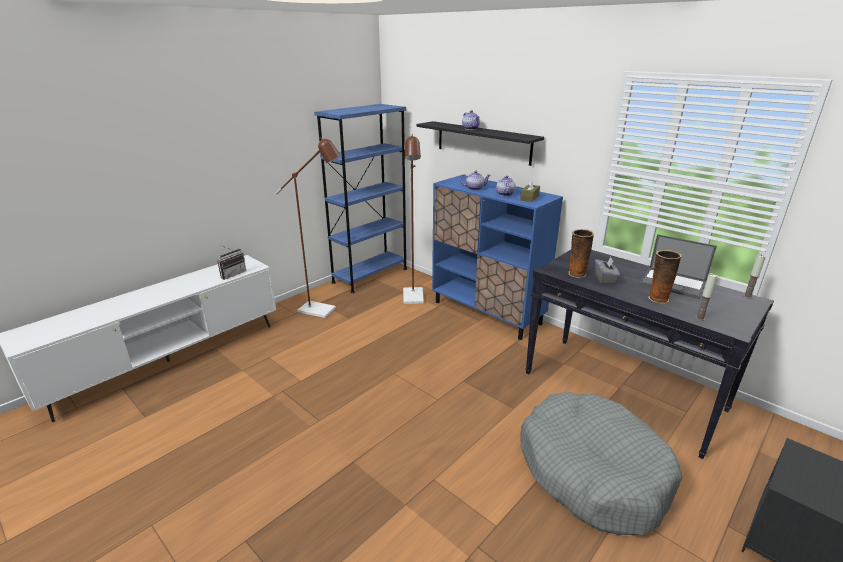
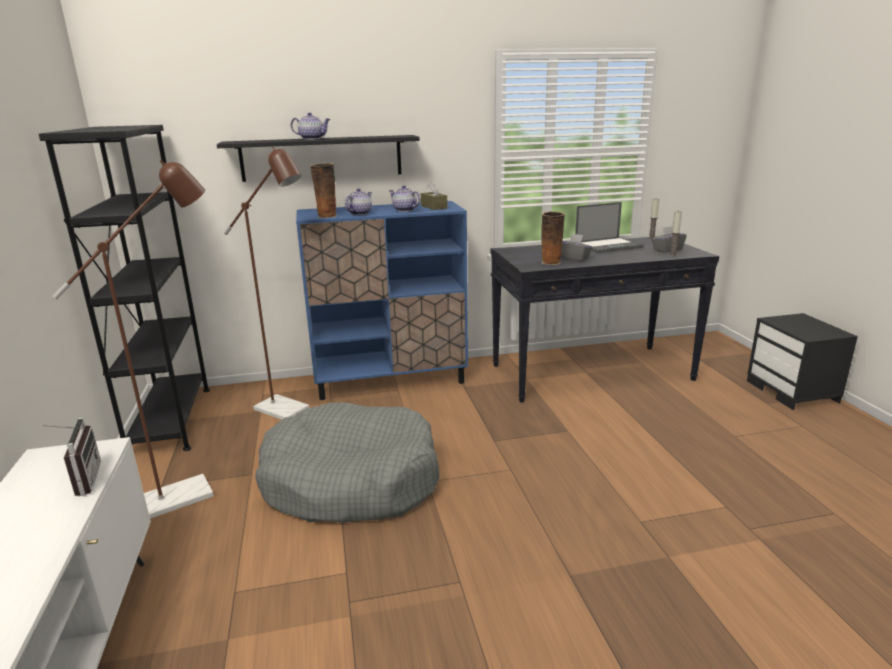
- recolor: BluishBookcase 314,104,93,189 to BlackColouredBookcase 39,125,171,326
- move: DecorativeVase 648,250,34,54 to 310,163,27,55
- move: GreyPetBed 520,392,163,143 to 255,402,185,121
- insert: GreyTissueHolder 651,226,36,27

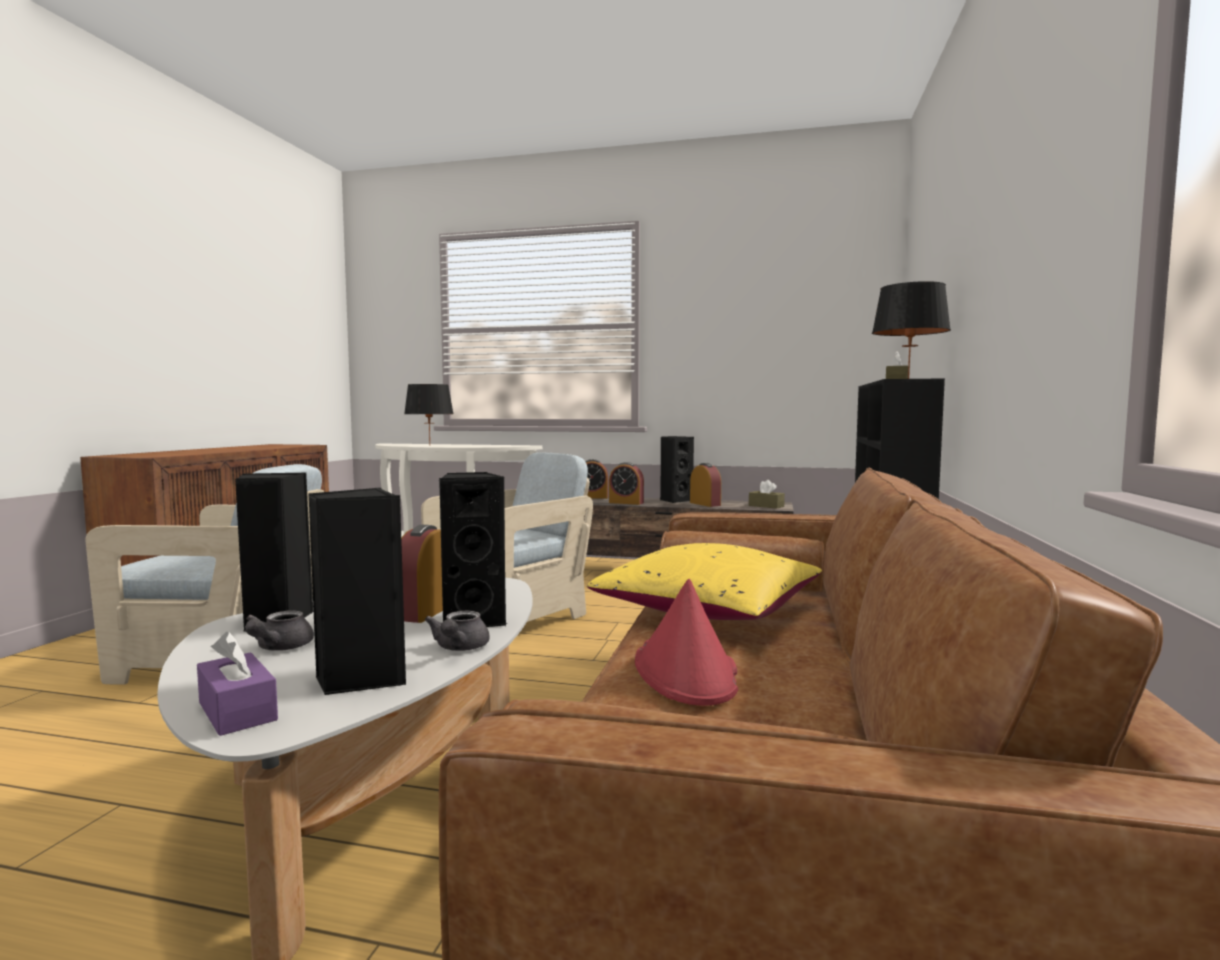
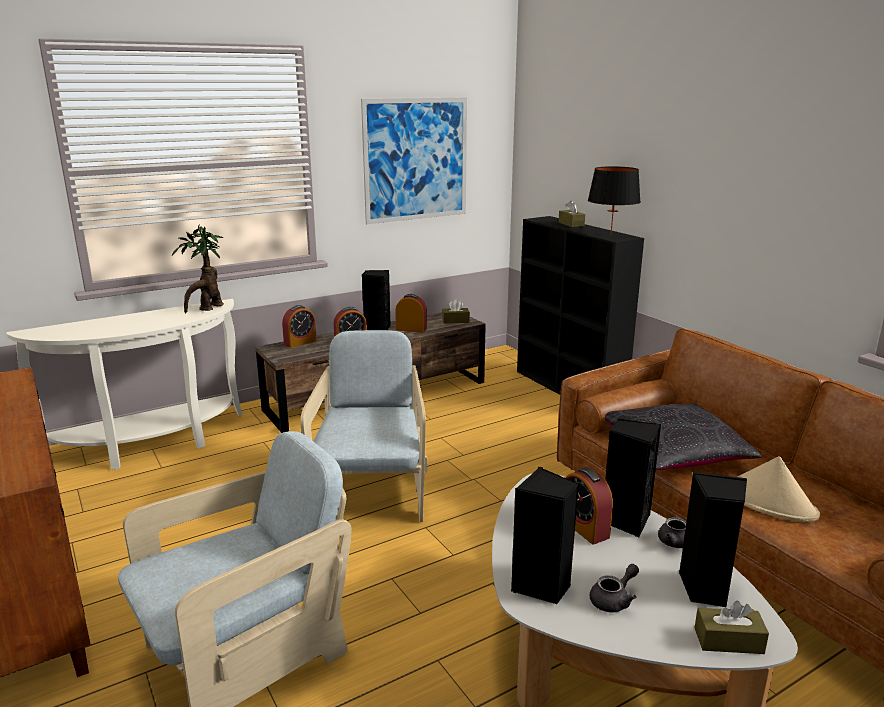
- delete: BlackColouredTabletopLamp 404,384,49,61
- recolor: YellowPillow 587,543,235,77 to BlackColouredPillow 605,403,157,67
- recolor: ReddishClothingHat 635,579,103,127 to BeigeColouredClothingHat 737,456,83,66
- rotate: GreyTeaPot 245,610,69,41 = 590,564,49,49 90 degrees counterclockwise
- recolor: PurplishTissueHolder 197,632,81,104 to BrownColouredTissueHolder 695,601,74,53
- insert: Picture 361,97,106,127
- insert: Houseplant 172,225,52,88

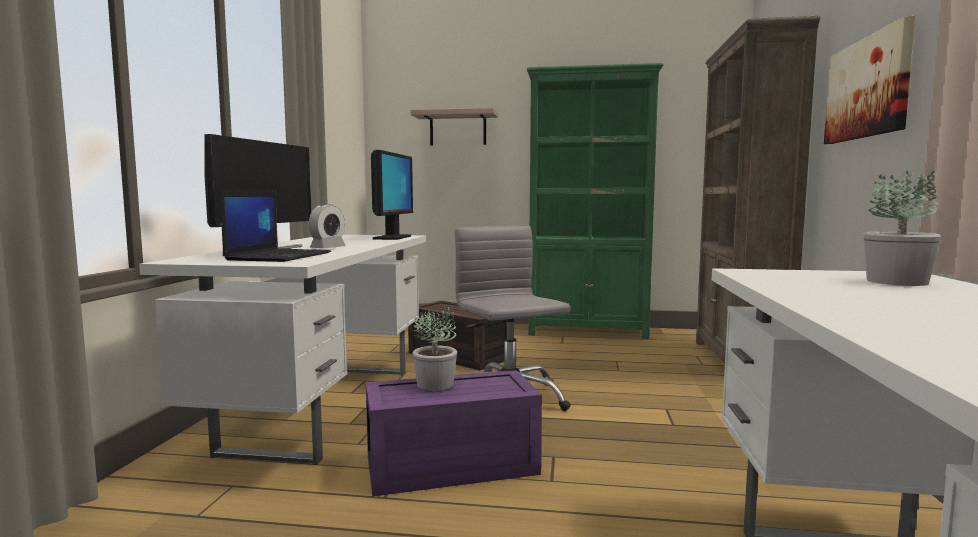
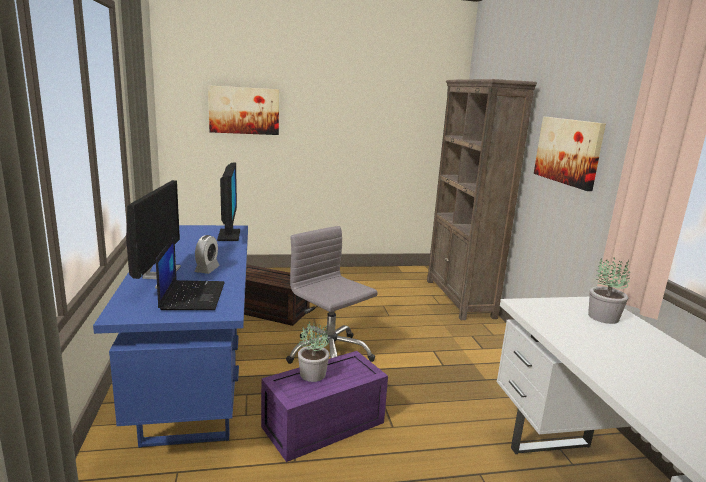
- delete: GreenishBookcase 527,63,137,276
- replace: WallShelf 411,108,87,37 to Picture 208,85,71,50
- recolor: WhitishDeskUnit 139,235,287,230 to BluishDeskUnit 93,225,155,223

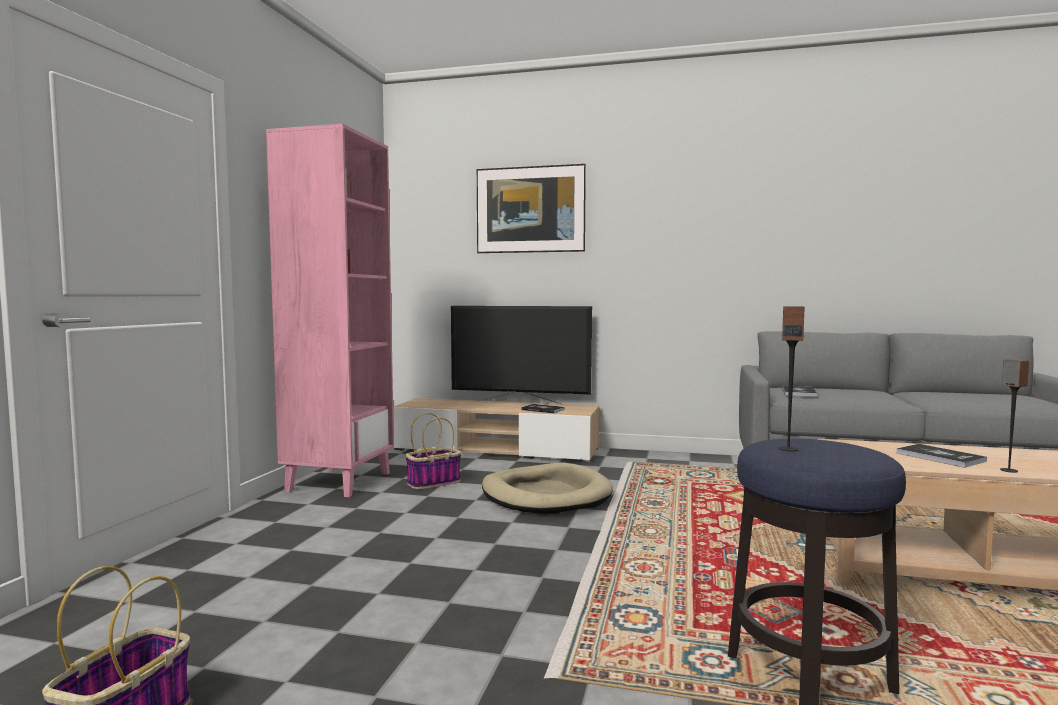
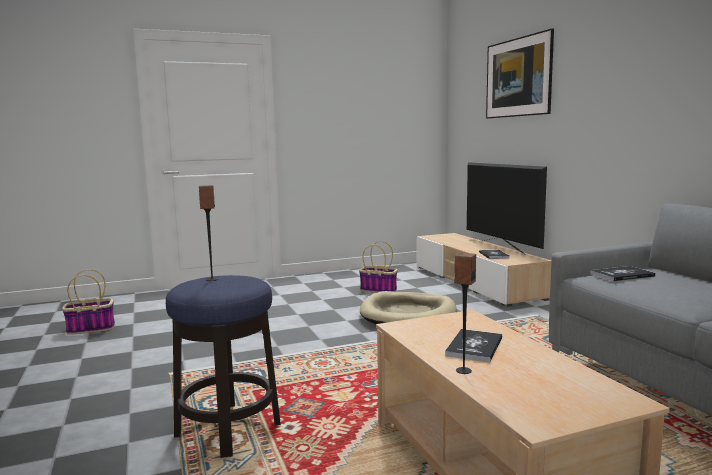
- delete: PinkBookcase 266,124,128,373

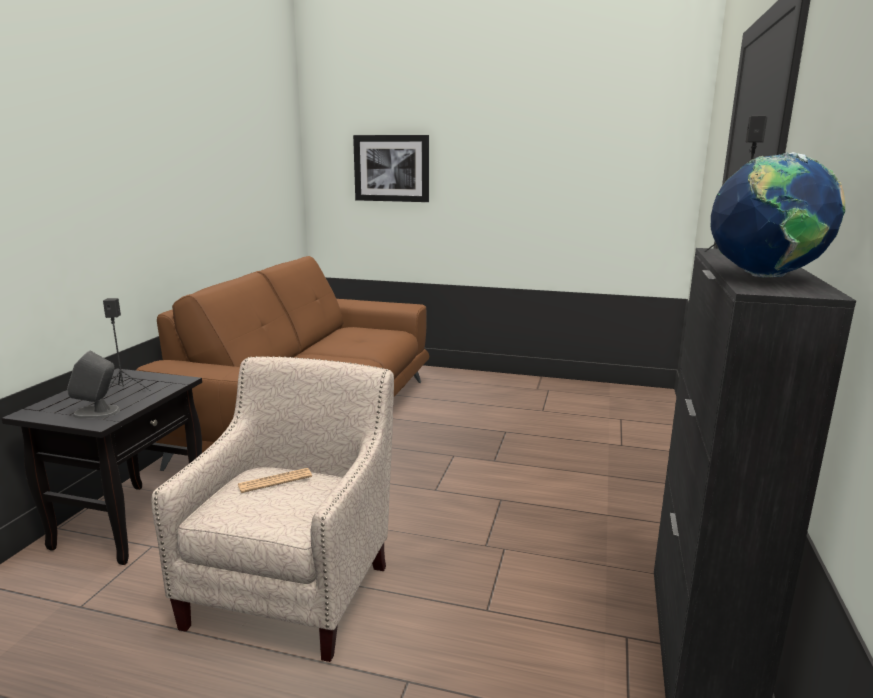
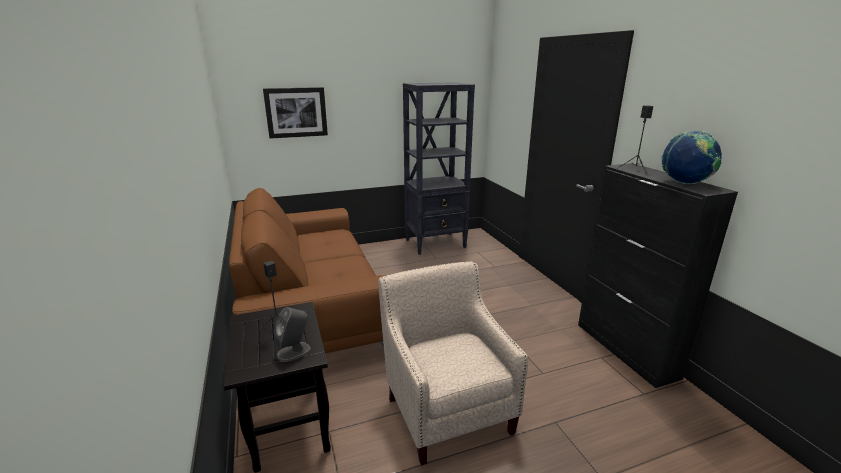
- delete: PrintedPaper 238,468,74,25
- insert: BlackColouredBookcase 403,82,72,173

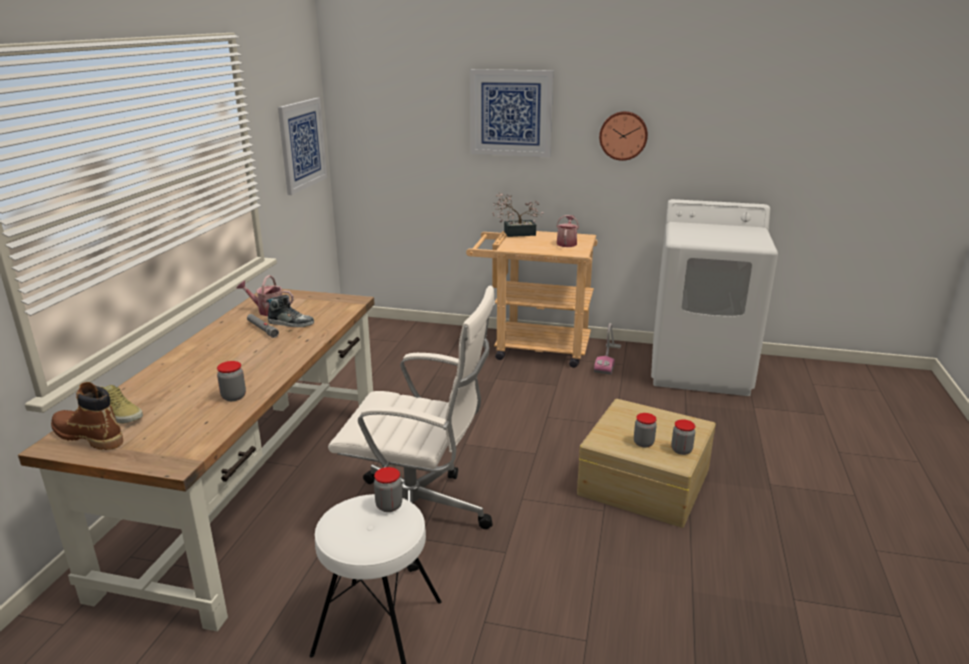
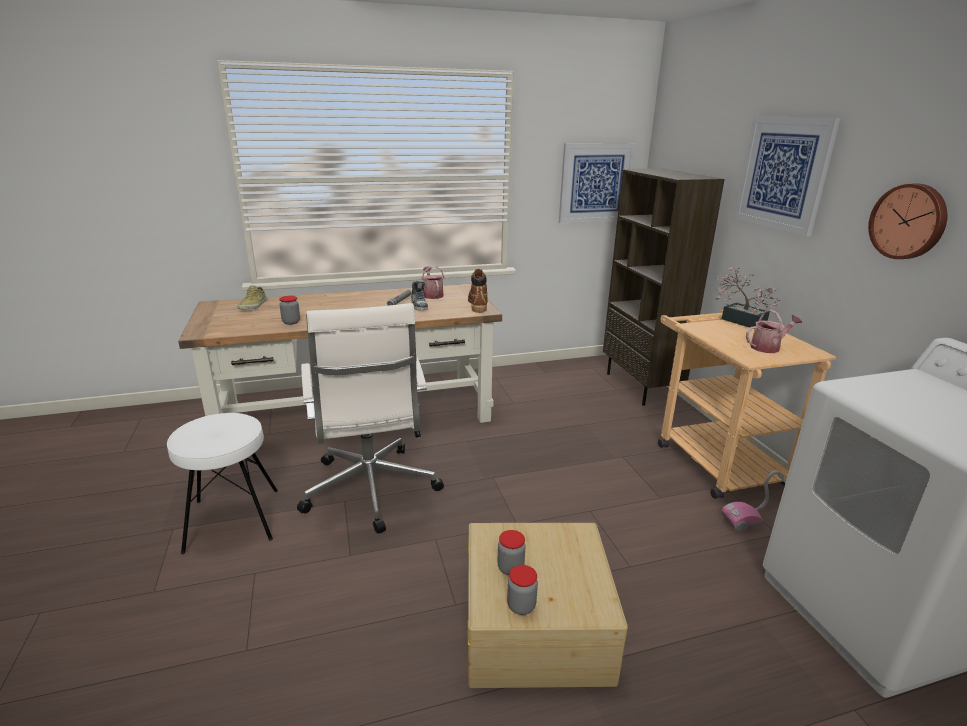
- move: BrownColouredHighTopBoot 51,382,72,68 to 468,269,20,44
- delete: PreserveJar 374,467,28,45
- insert: BrownColouredBookcase 603,168,122,238

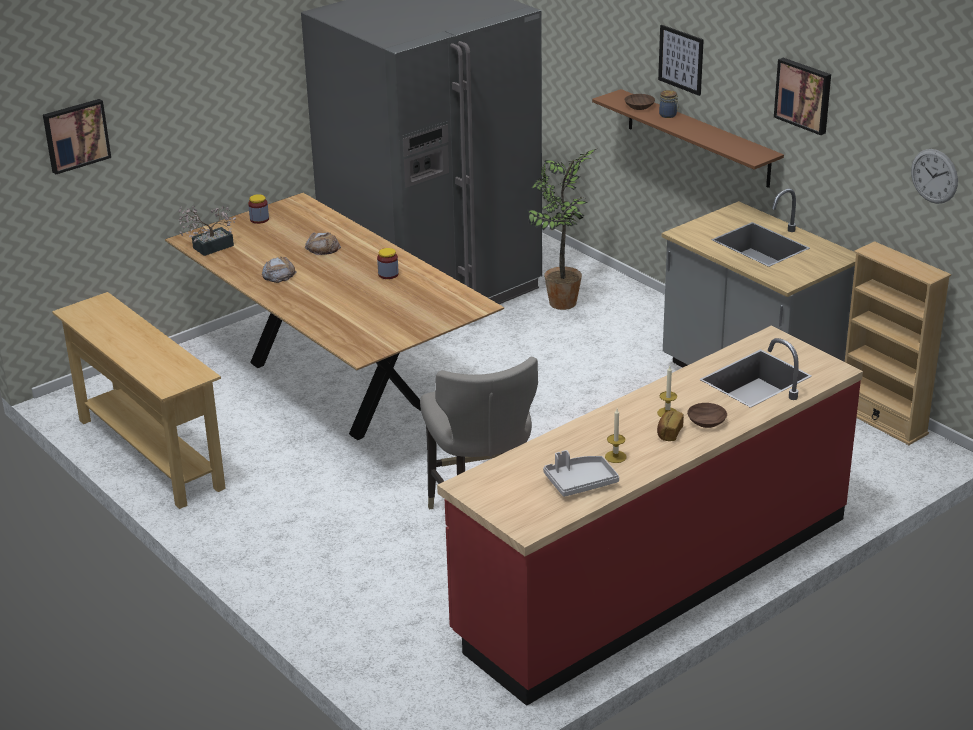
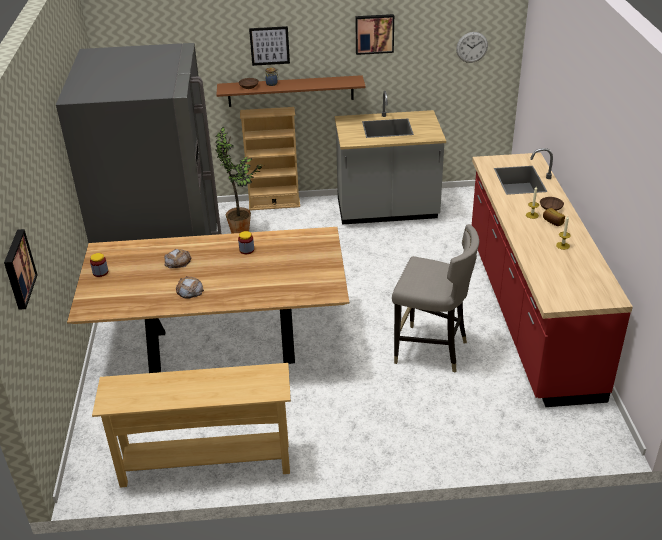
- delete: Houseplant 178,206,58,50
- move: BeigeColouredBookcase 845,241,106,204 to 240,107,60,103
- delete: GreyCarryingTray 543,450,76,47

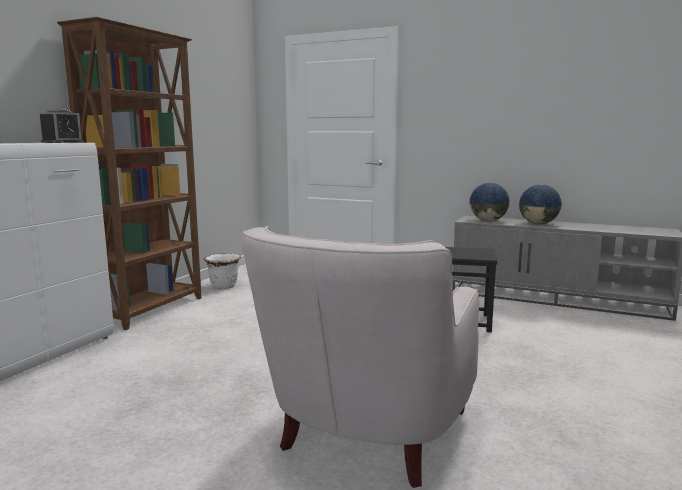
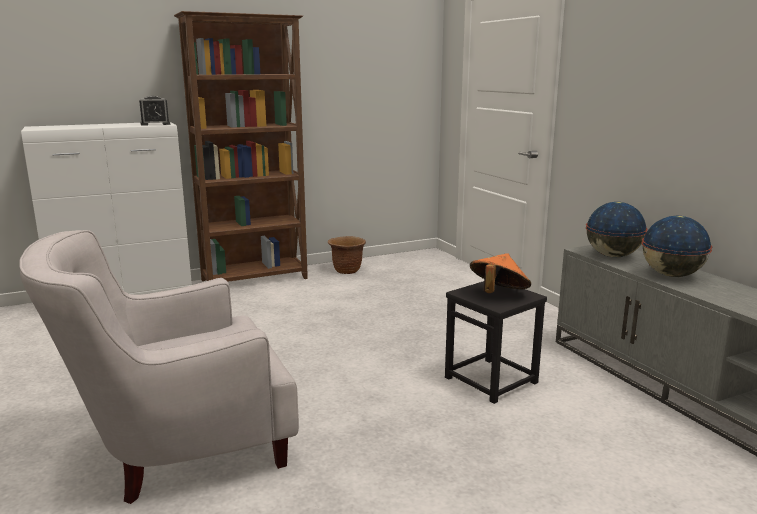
- recolor: WhitishPlantPot 203,253,38,36 to BrownColouredPlantPot 328,236,38,38
- insert: OrangeColouredClothingHat 470,253,61,40

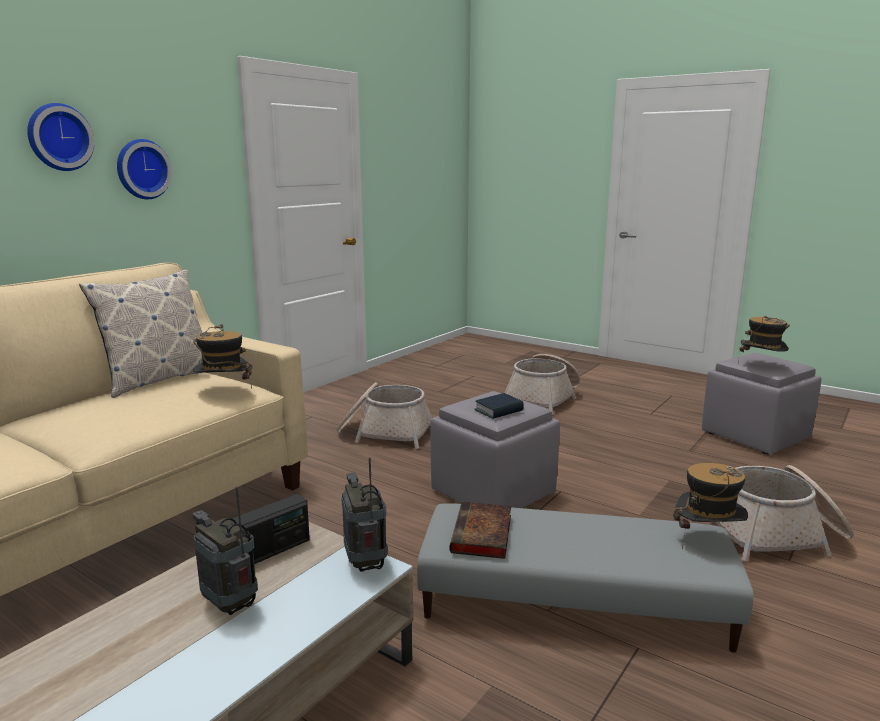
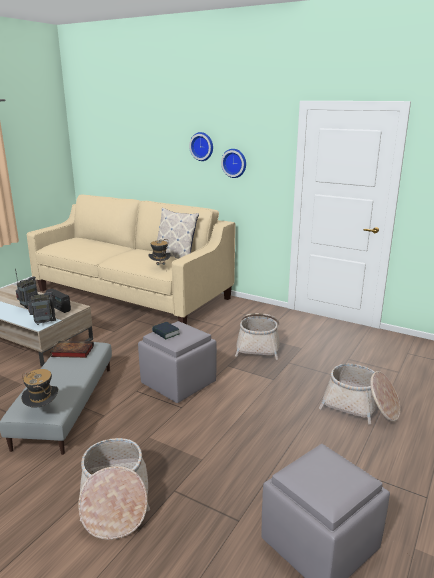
- delete: ClothingHat 738,316,52,47

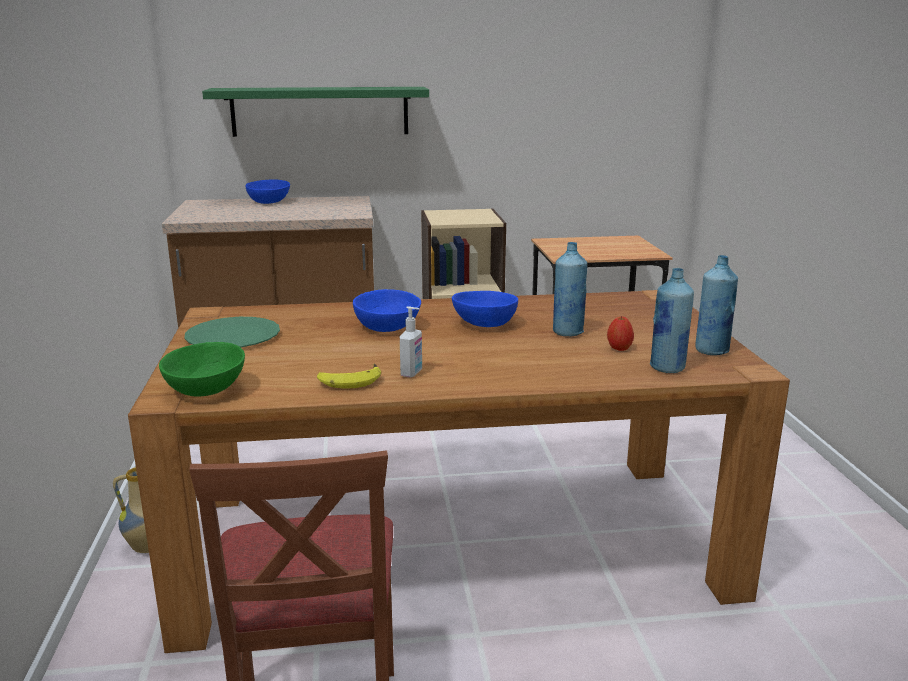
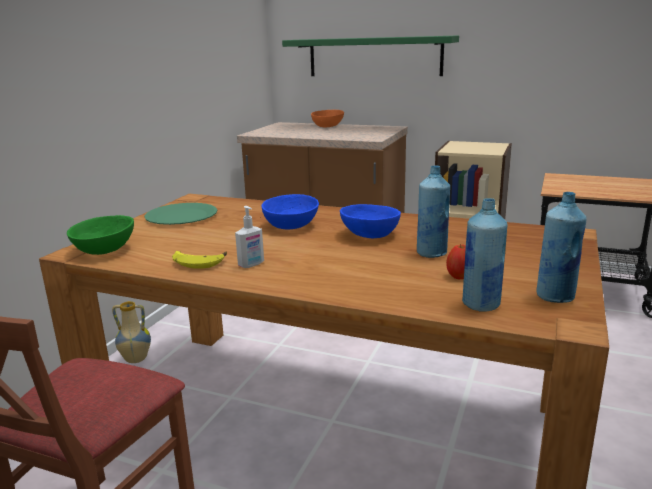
- recolor: BluishDeepDish 246,179,44,25 to OrangeColouredDeepDish 311,110,33,17

